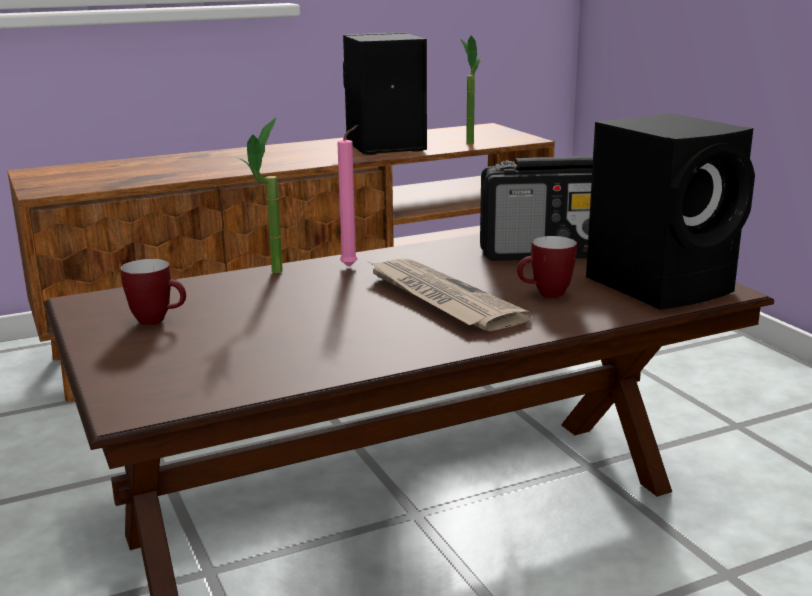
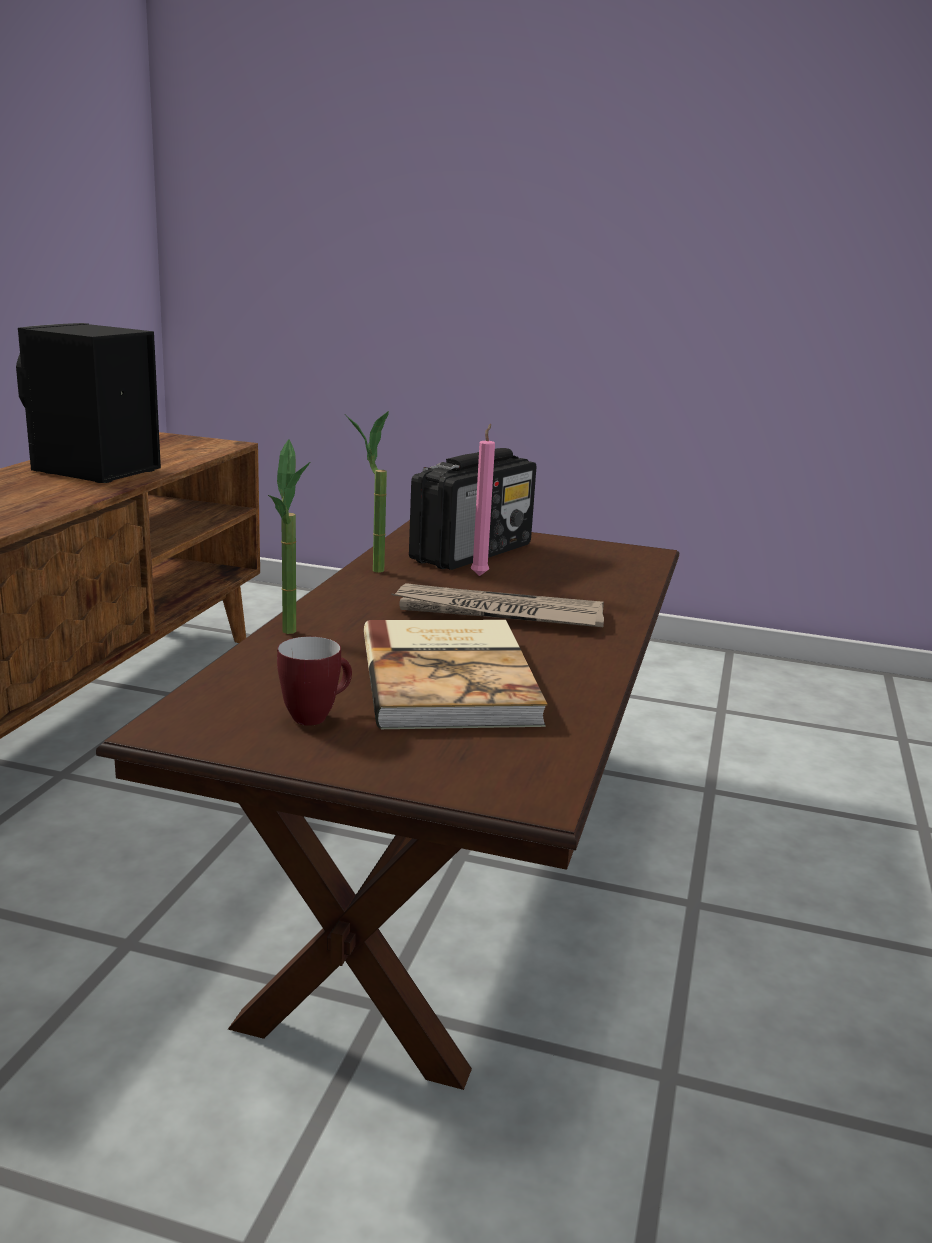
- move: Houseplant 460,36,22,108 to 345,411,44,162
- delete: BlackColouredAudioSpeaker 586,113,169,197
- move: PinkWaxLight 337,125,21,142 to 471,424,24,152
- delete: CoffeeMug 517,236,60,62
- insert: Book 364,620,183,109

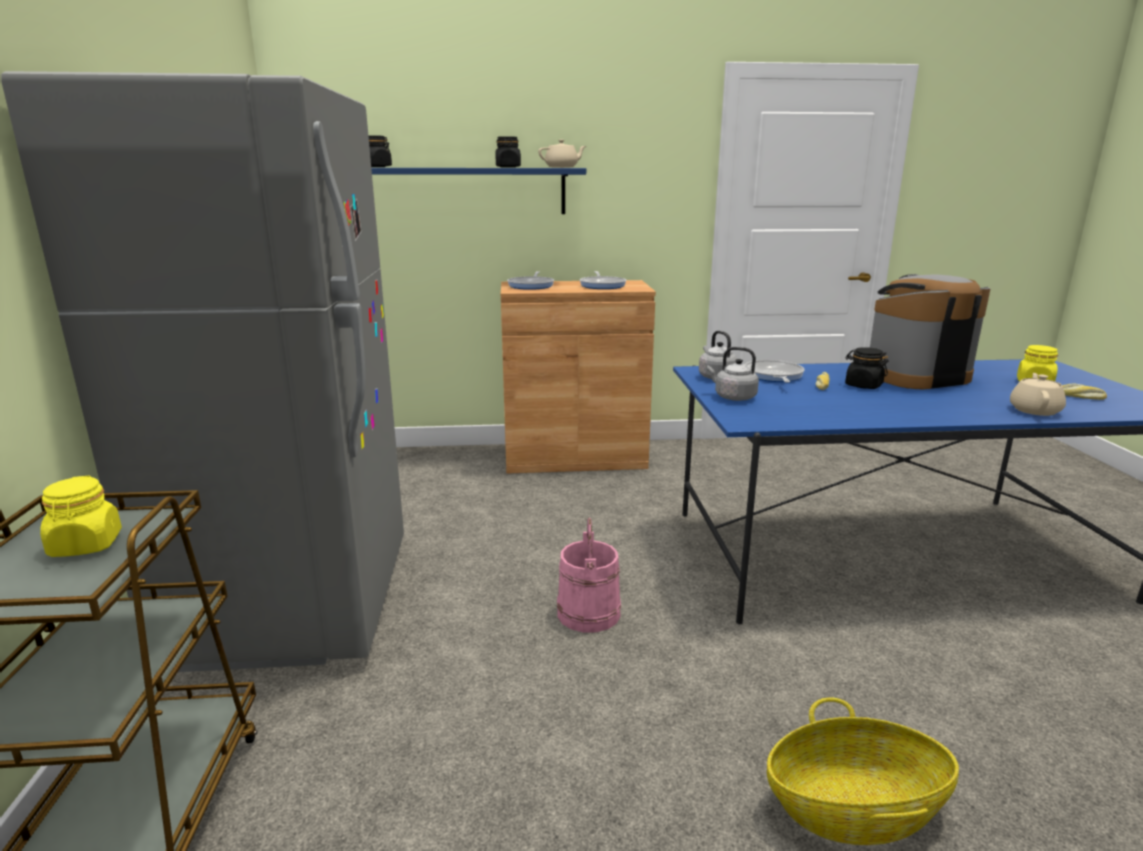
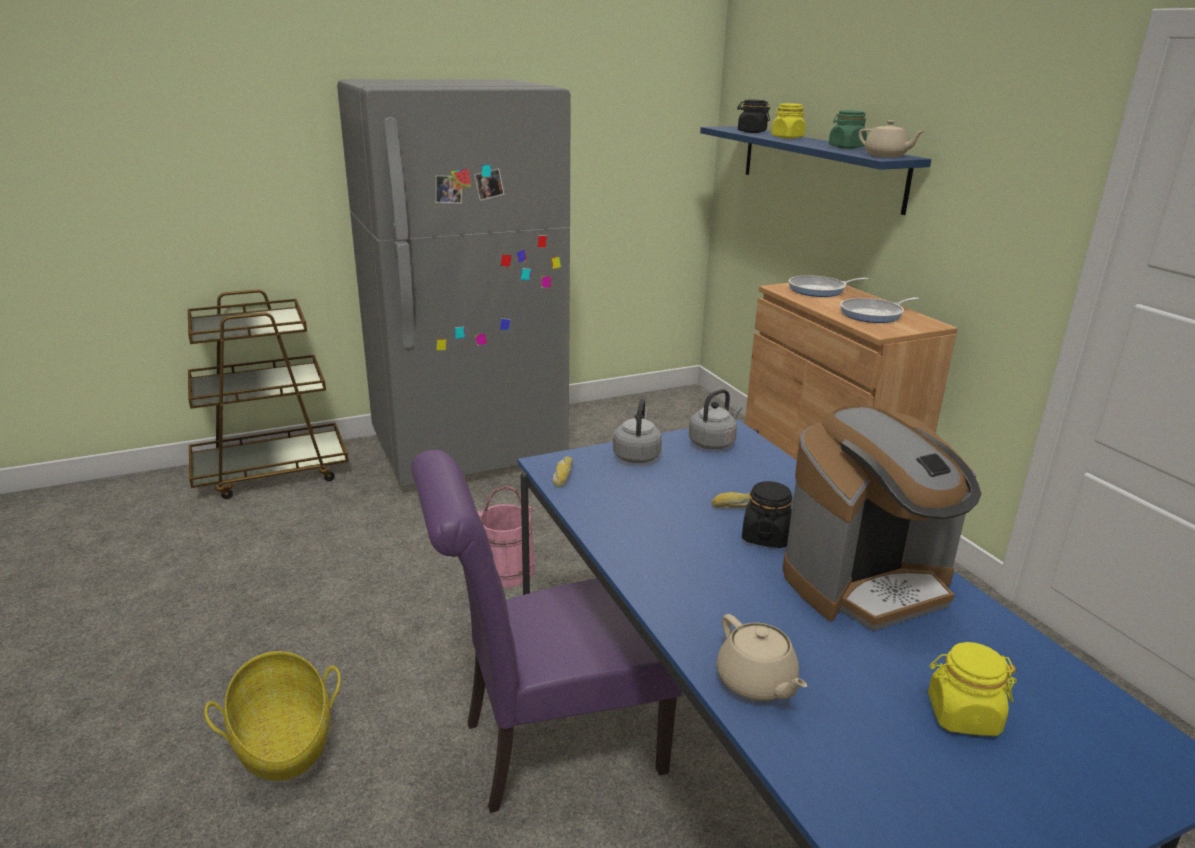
- recolor: BlackColouredPreserveJar 496,136,25,32 to GreenishPreserveJar 829,110,38,39
- rotate: CoffeeBrewer 870,274,120,115 = 783,405,198,226 105 degrees clockwise
- delete: FryingPan 745,360,60,23
- rotate: BeigeColouredTeaPot 1010,373,56,43 = 717,614,90,87 60 degrees clockwise
- move: BakedBread 1062,384,45,16 to 552,457,21,30
- move: YellowPreserveJar 40,475,82,82 to 771,103,35,36
- insert: PurplishUprightChair 411,450,272,363

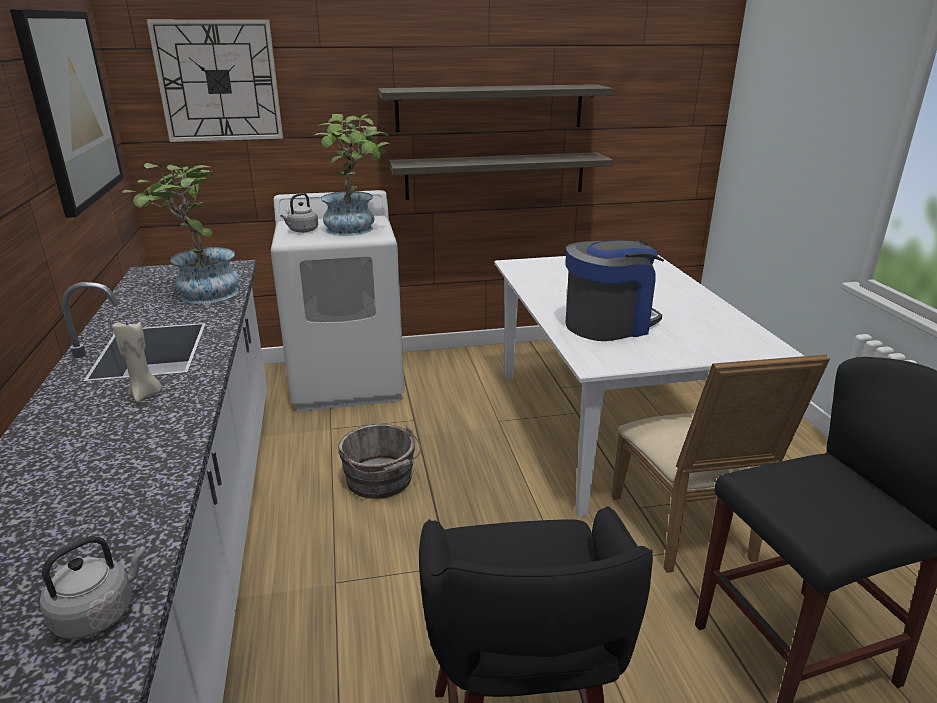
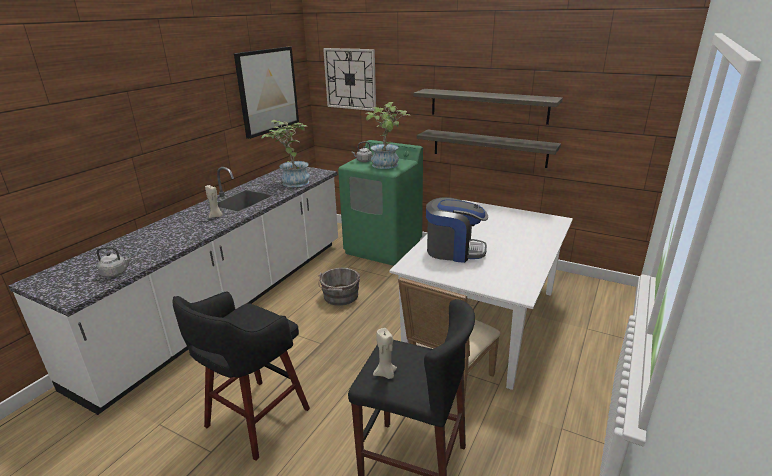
- recolor: WhitishLaundryAppliance 270,190,134,222 to GreenishLaundryAppliance 338,140,85,126
- insert: BeigeColouredWaxLight 373,328,24,51

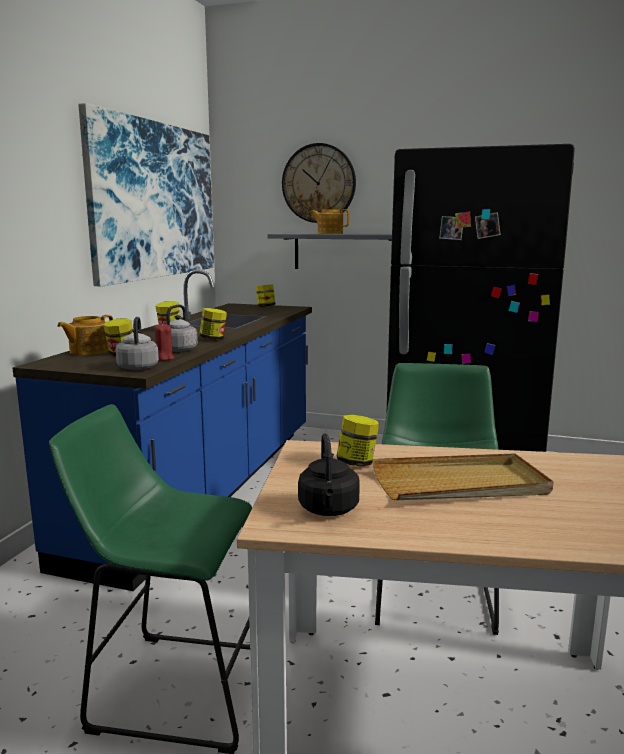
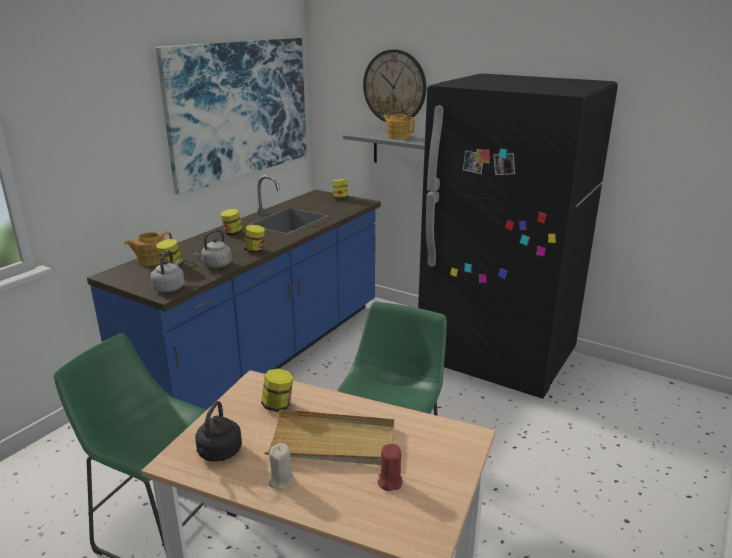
- move: ReddishWaxLight 154,324,20,37 to 378,444,24,47
- insert: BeigeColouredWaxLight 268,443,26,47

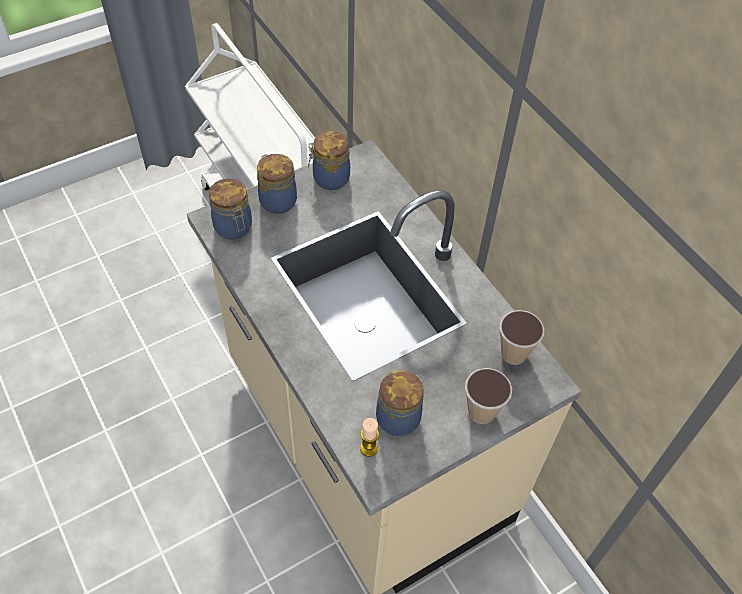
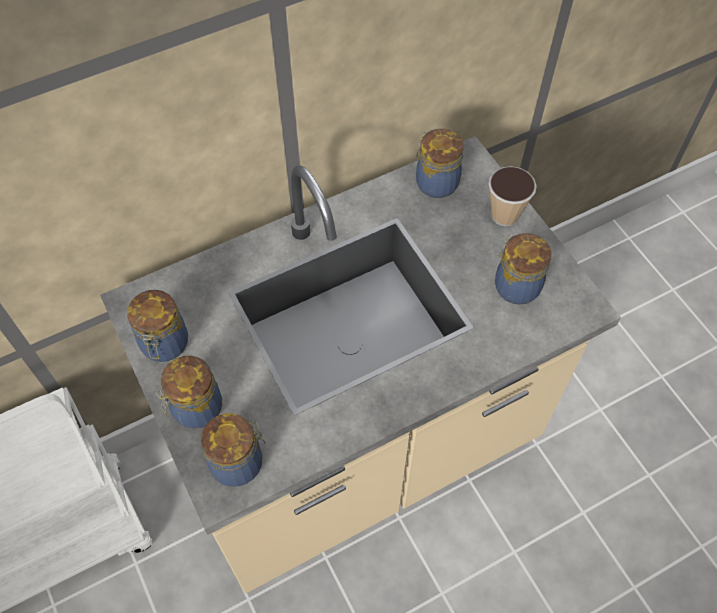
- replace: SmallCup 499,310,45,55 to PreserveJar 416,129,48,69
- delete: WaxLight 360,418,19,39

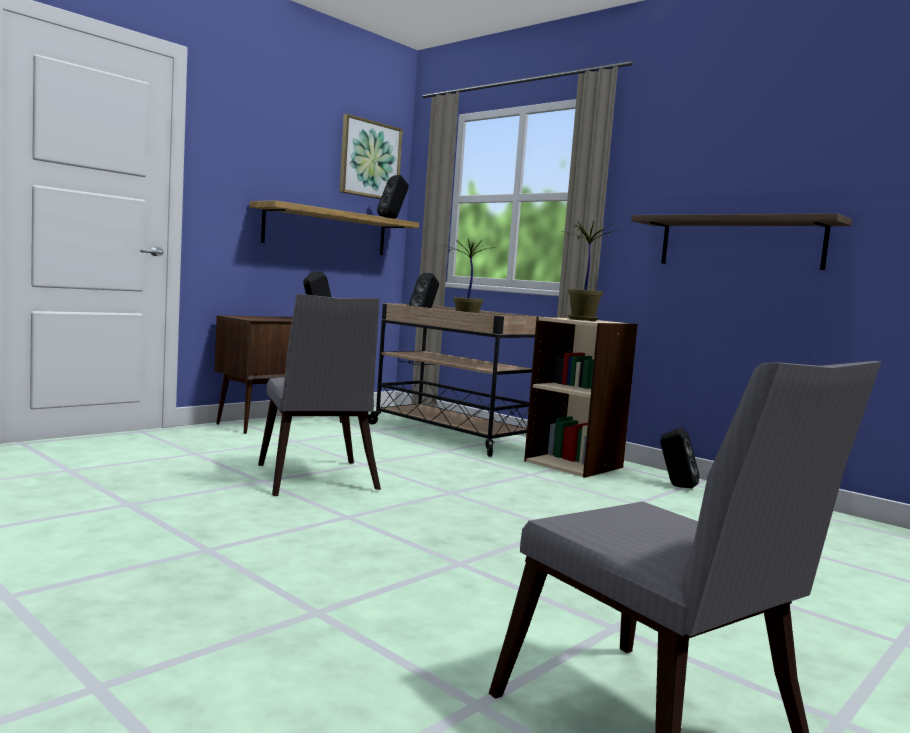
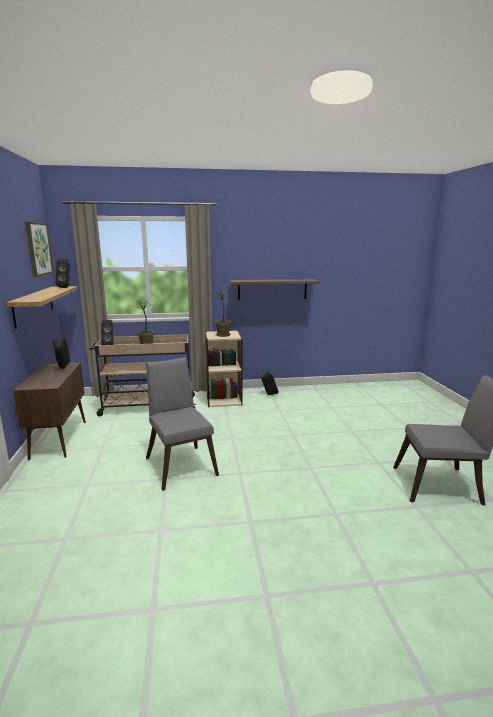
- rotate: GreyUprightChair 258,294,123,202 = 146,357,73,134 135 degrees counterclockwise

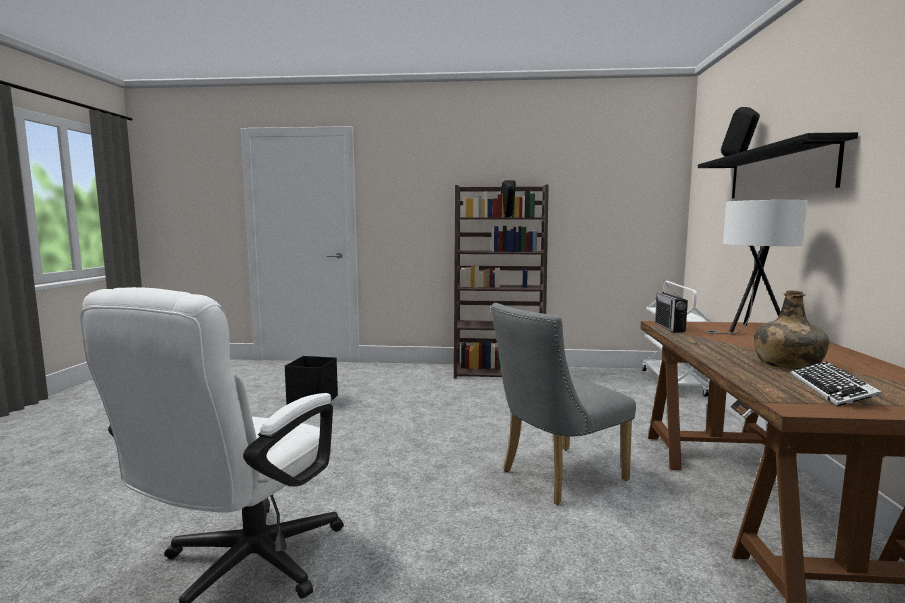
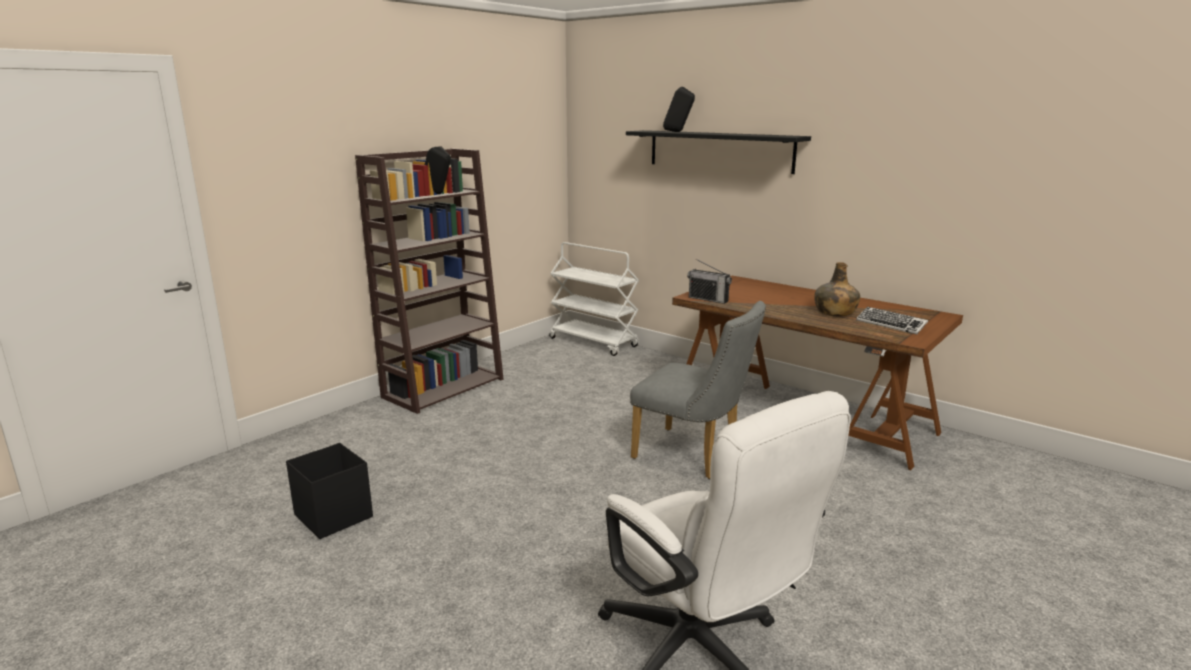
- delete: WhitishTabletopLamp 706,200,102,134
- rotate: GreyUprightChair 491,303,145,202 = 630,301,136,178 60 degrees counterclockwise

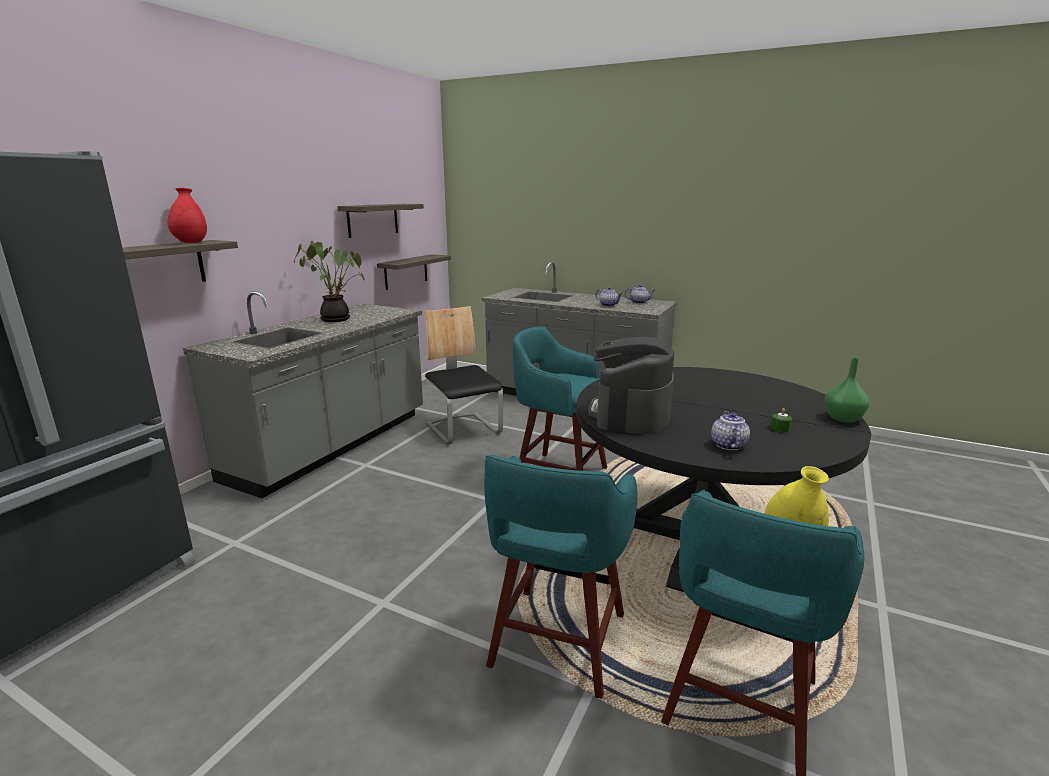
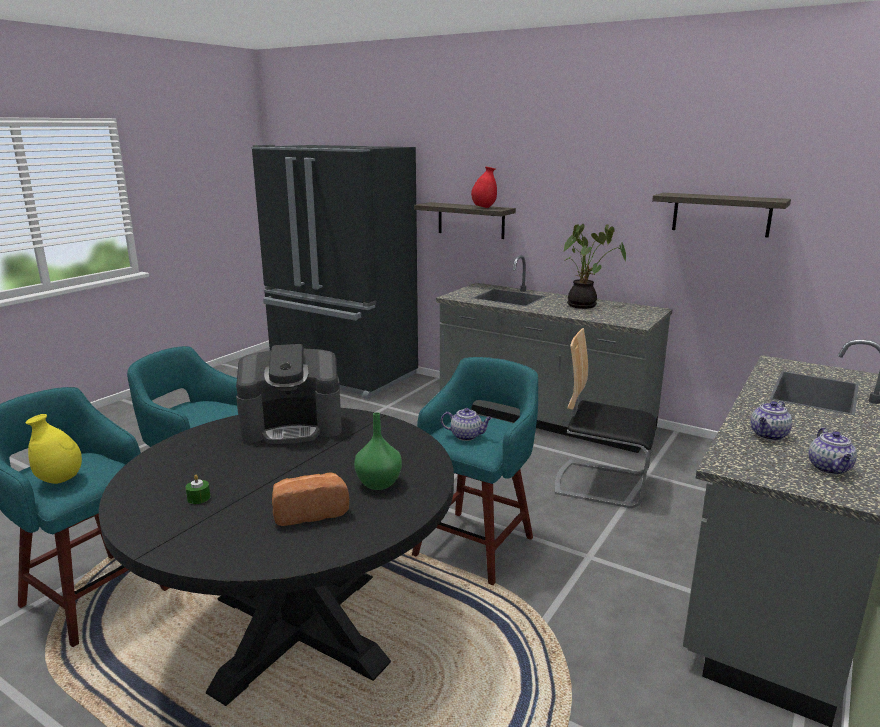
- delete: WallShelf 377,254,74,36
- rotate: UprightChair 425,306,78,139 = 554,328,103,180 135 degrees counterclockwise
- rotate: CoffeeBrewer 588,337,86,97 = 236,344,106,101 150 degrees clockwise
- move: GreenishDecorativeVase 825,358,45,65 to 354,412,48,78
- move: TeaPot 711,411,39,39 to 441,408,51,33
- insert: BakedBread 272,472,77,54

